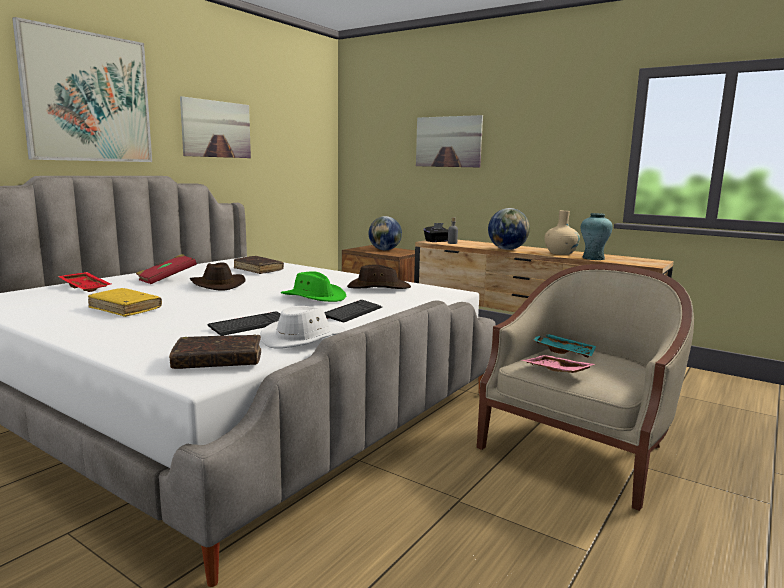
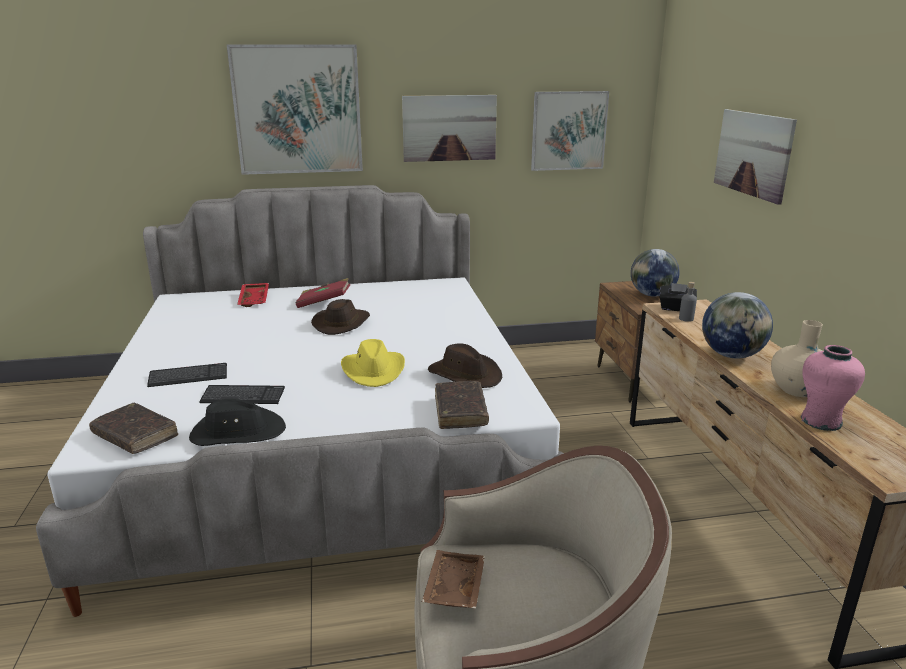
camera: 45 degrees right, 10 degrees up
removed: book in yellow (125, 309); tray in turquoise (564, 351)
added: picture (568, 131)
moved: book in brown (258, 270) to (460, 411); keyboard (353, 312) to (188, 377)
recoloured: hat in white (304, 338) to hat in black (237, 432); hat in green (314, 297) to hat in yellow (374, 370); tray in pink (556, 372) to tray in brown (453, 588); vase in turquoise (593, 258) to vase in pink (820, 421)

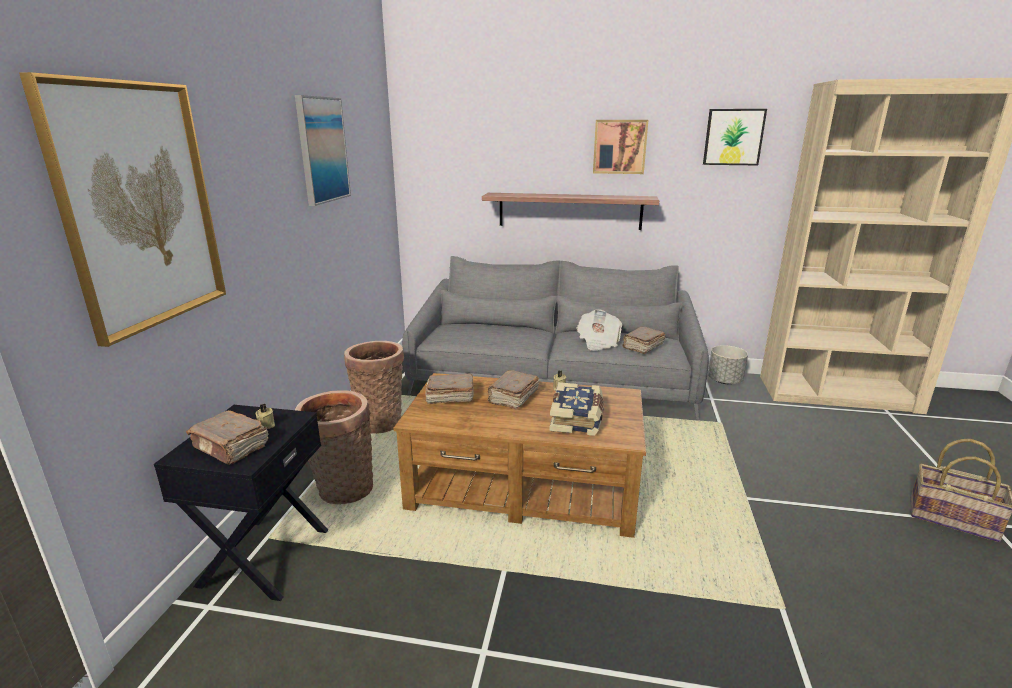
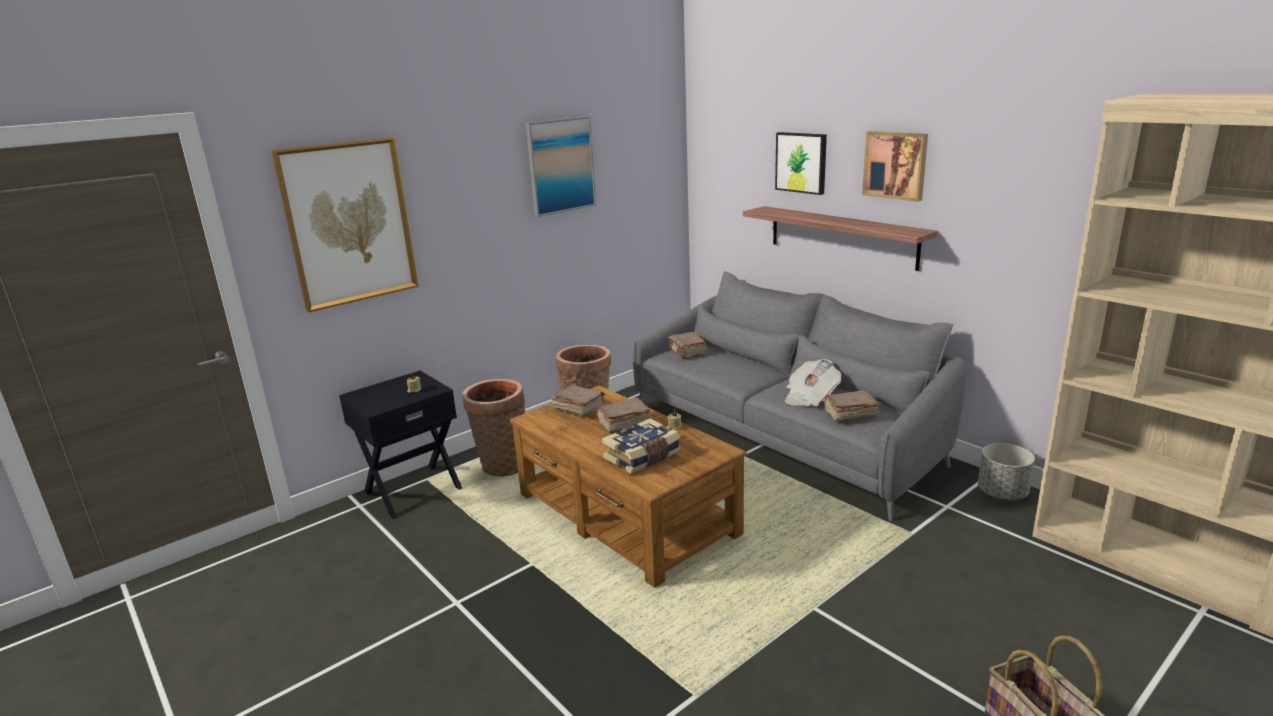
camera: 40 degrees right, 0 degrees up
moved: book in brown (231, 447) to (687, 352); picture (733, 137) to (801, 162)

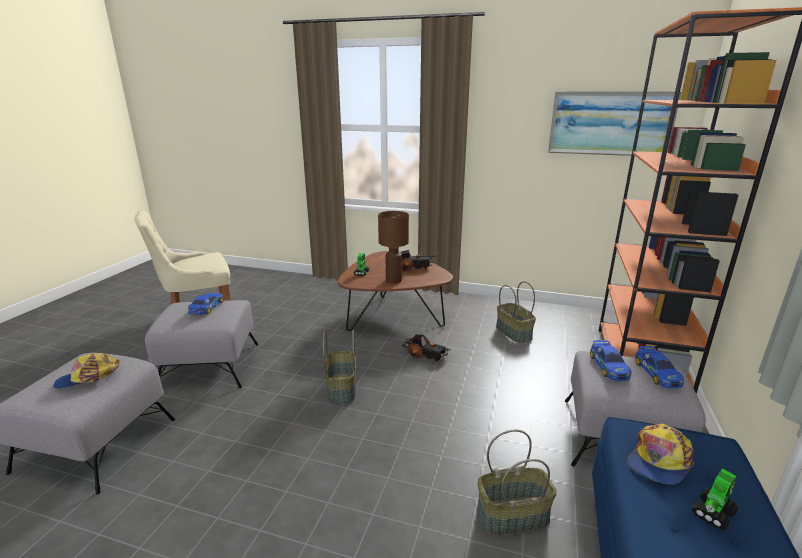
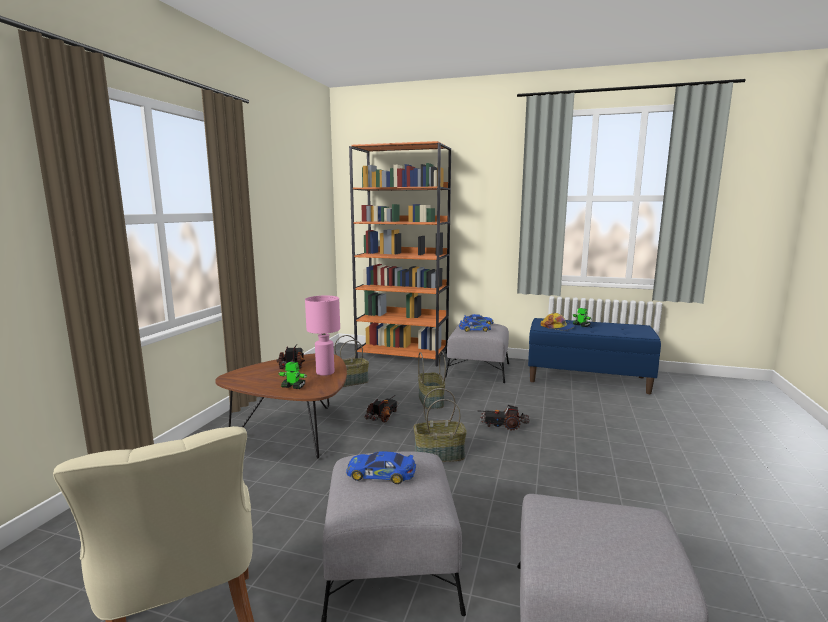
camera: 90 degrees left, 10 degrees down
removed: cap (88, 378); picture (610, 123)
added: toy truck (503, 425)
moved: basket (512, 515) to (430, 401)
recoloured: table lamp in brown (394, 280) to table lamp in pink (325, 372)

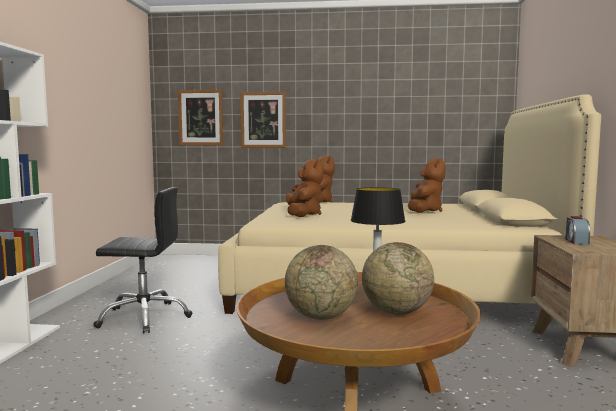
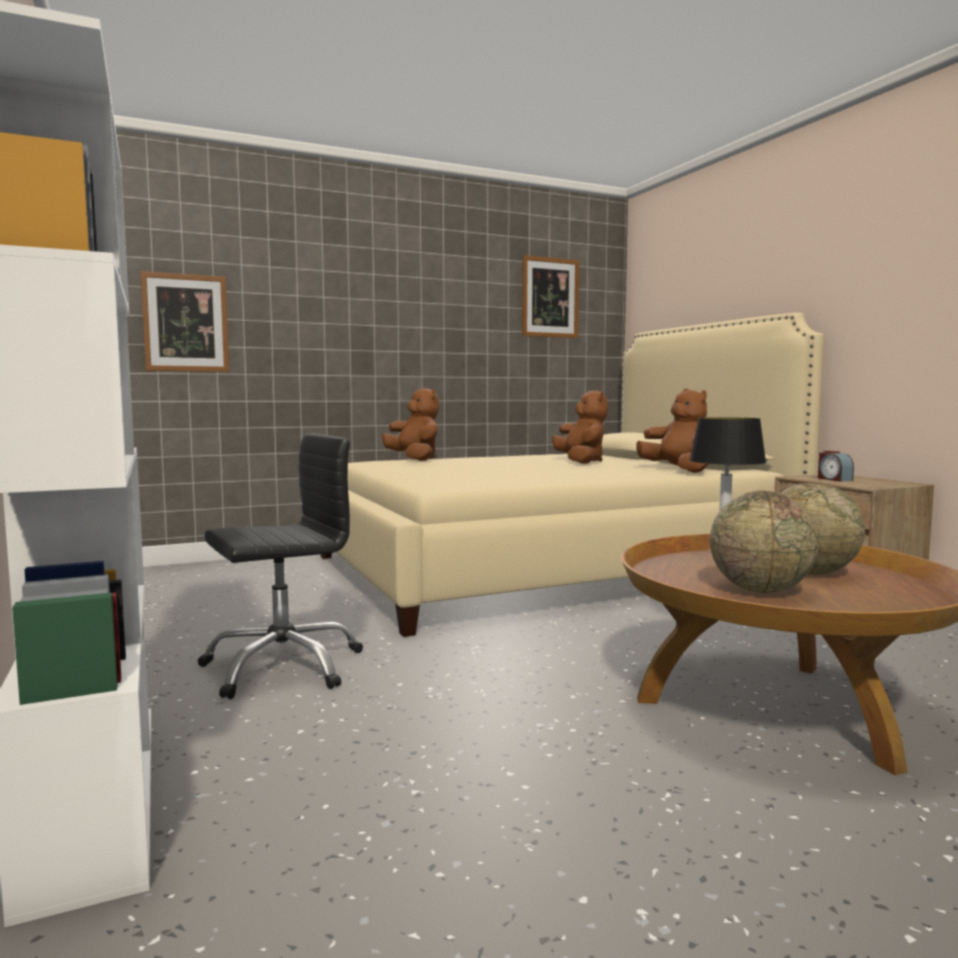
camera: 30 degrees left, 0 degrees up
moved: picture (263, 120) to (550, 298); plush toy in brown (303, 215) to (678, 470)

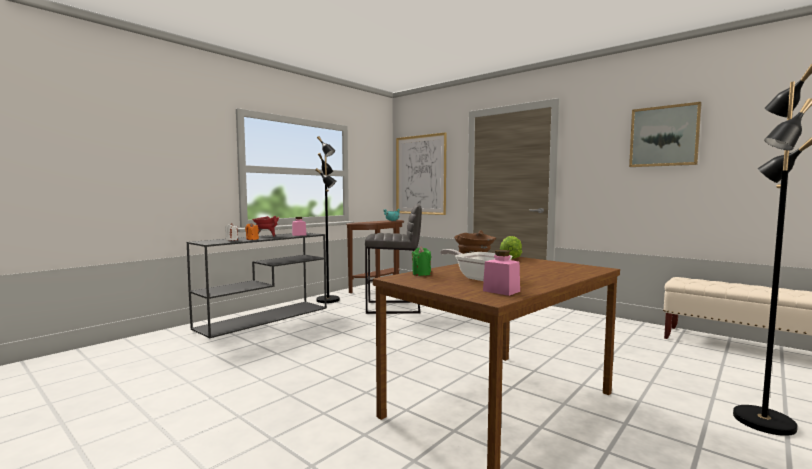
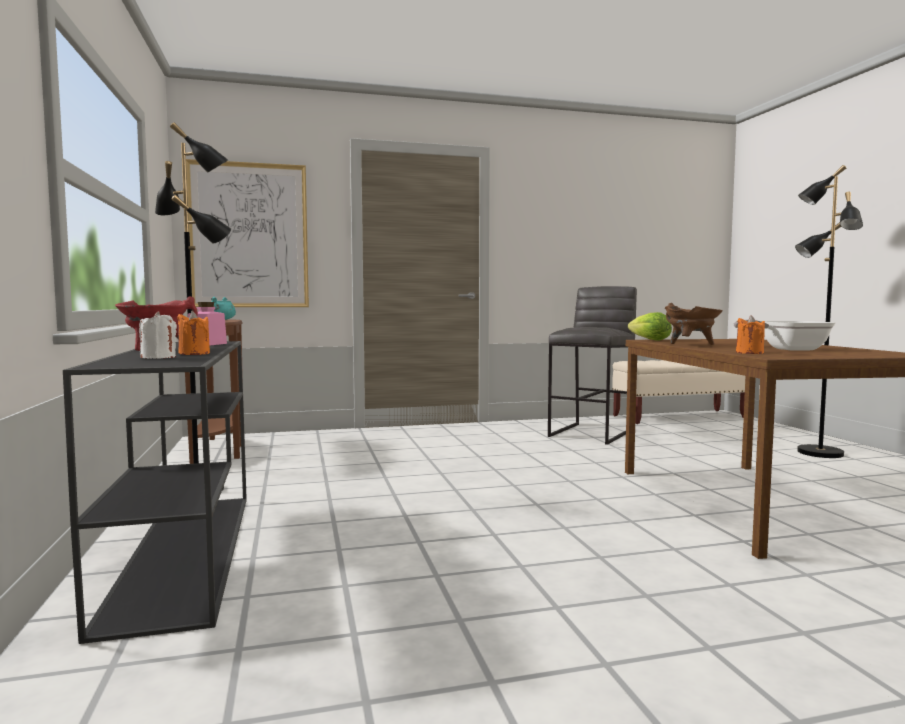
camera: 55 degrees left, 0 degrees up
removed: jar in pink (501, 291); picture (664, 136)
moved: stool in grey (393, 307) to (592, 433)
recoloured: candle in green (421, 274) to candle in orange (749, 353)

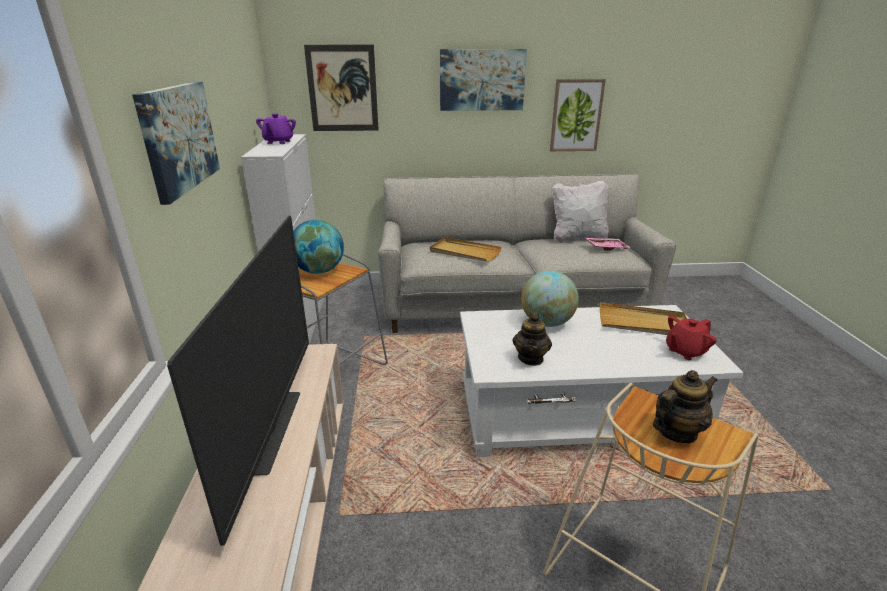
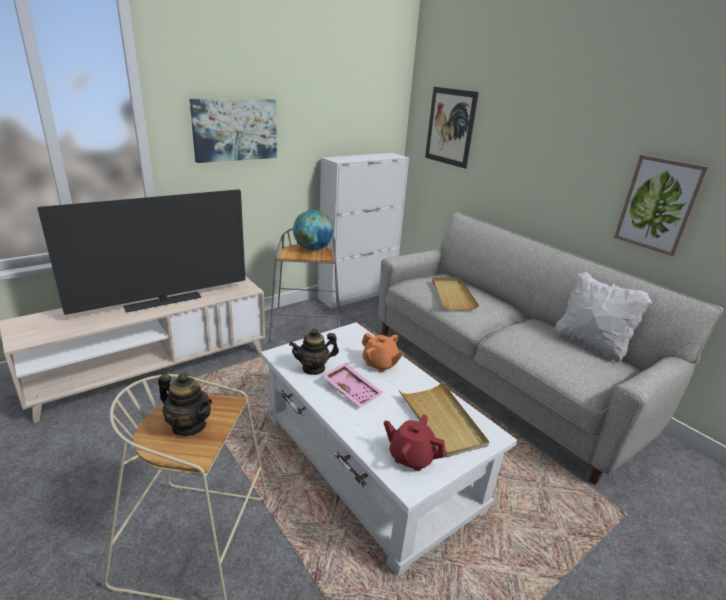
camera: 55 degrees right, 0 degrees up
removed: teapot in purple (278, 142); picture (482, 80)
moved: tray in pink (606, 248) to (352, 390)
replaced: globe (547, 323) to teapot in orange (380, 364)

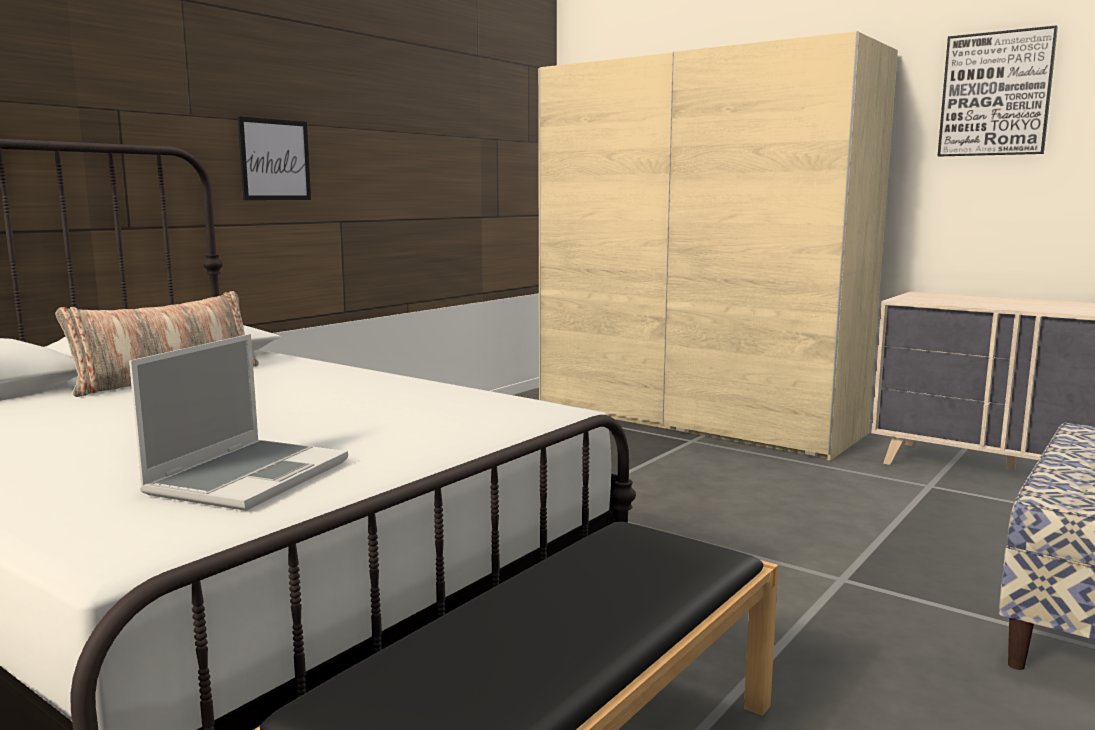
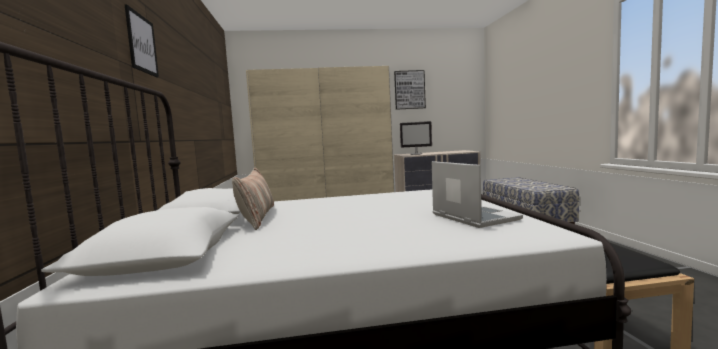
camera: 45 degrees left, 5 degrees down
added: monitor (416, 154)
moved: picture (275, 160) to (142, 44)

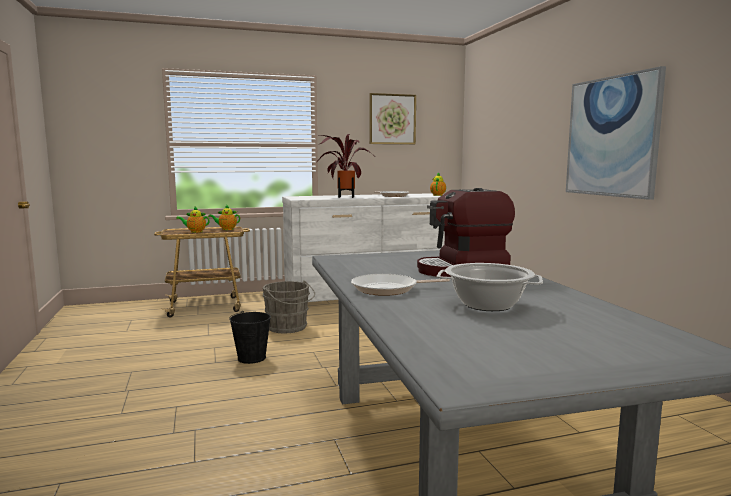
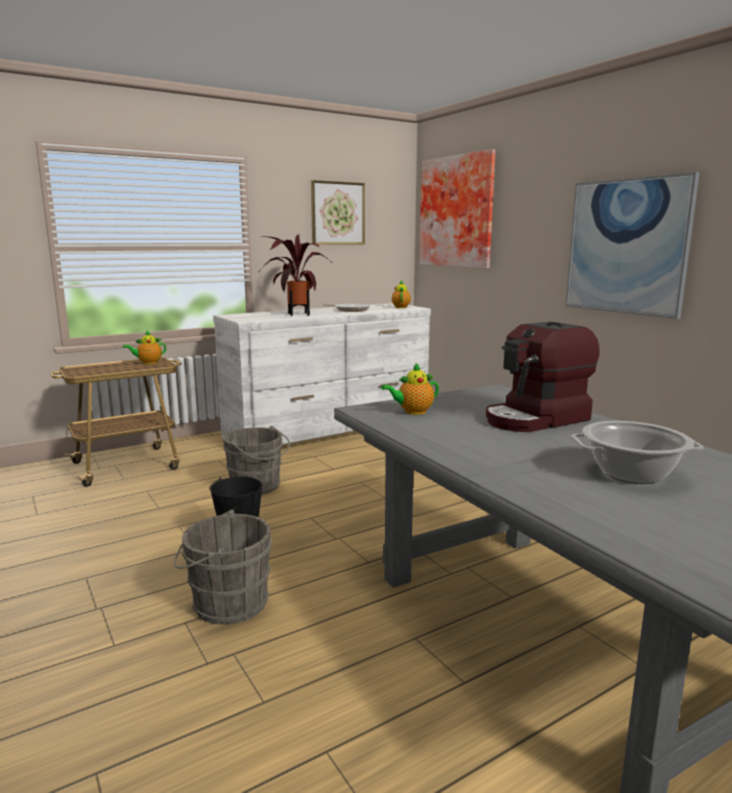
camera: 15 degrees left, 5 degrees up
removed: frying pan (388, 289)
added: bucket in grey (226, 603); picture (458, 212)
moved: teapot (195, 231) to (412, 412)

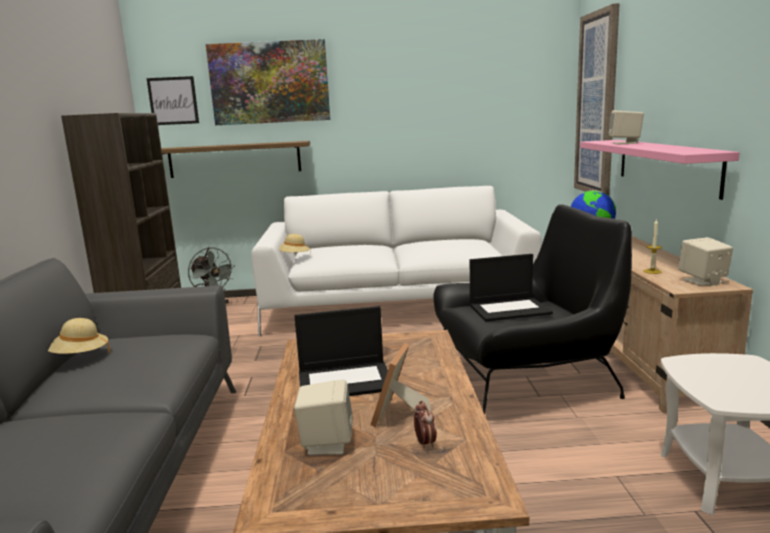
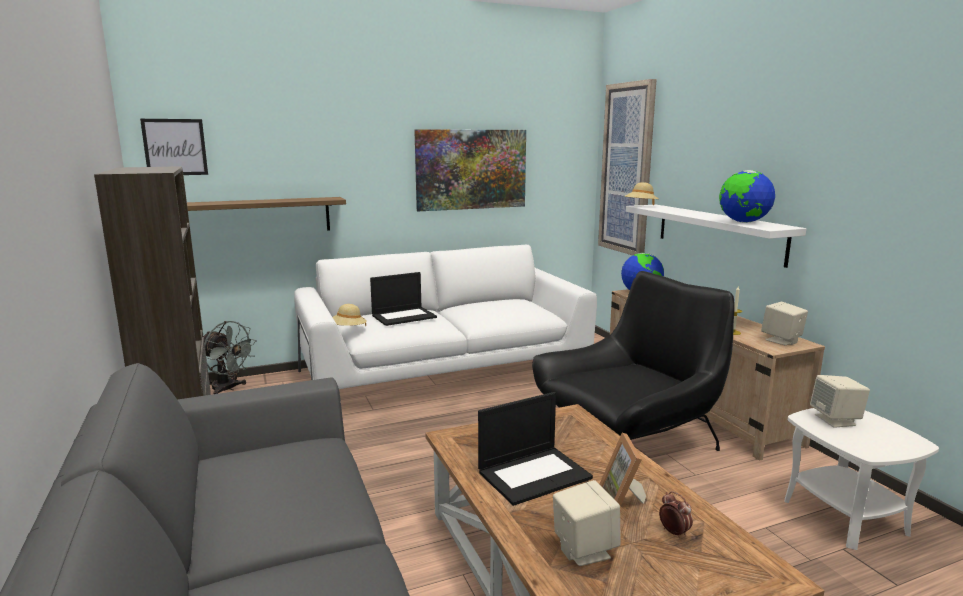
camera: 20 degrees left, 0 degrees up
added: globe (743, 222)
moved: hat in beige (80, 356) to (641, 206); picture (269, 83) to (471, 169); laptop (510, 309) to (404, 316); speaker in beige (624, 143) to (836, 420)
recoloured: shelf in pink (666, 165) to shelf in white (718, 233)

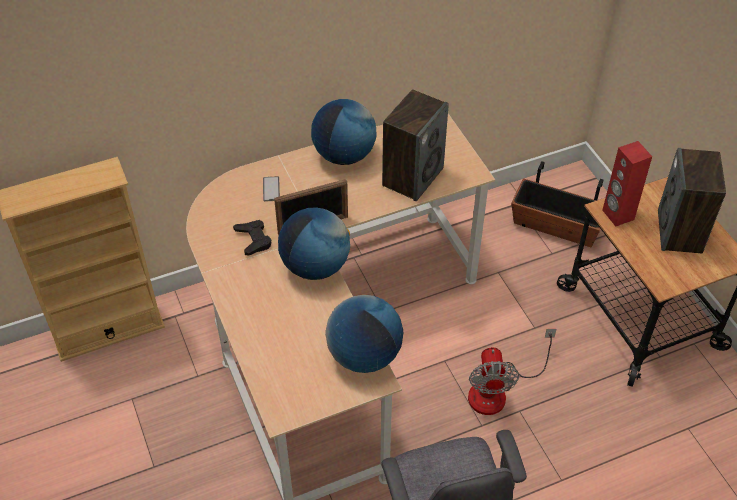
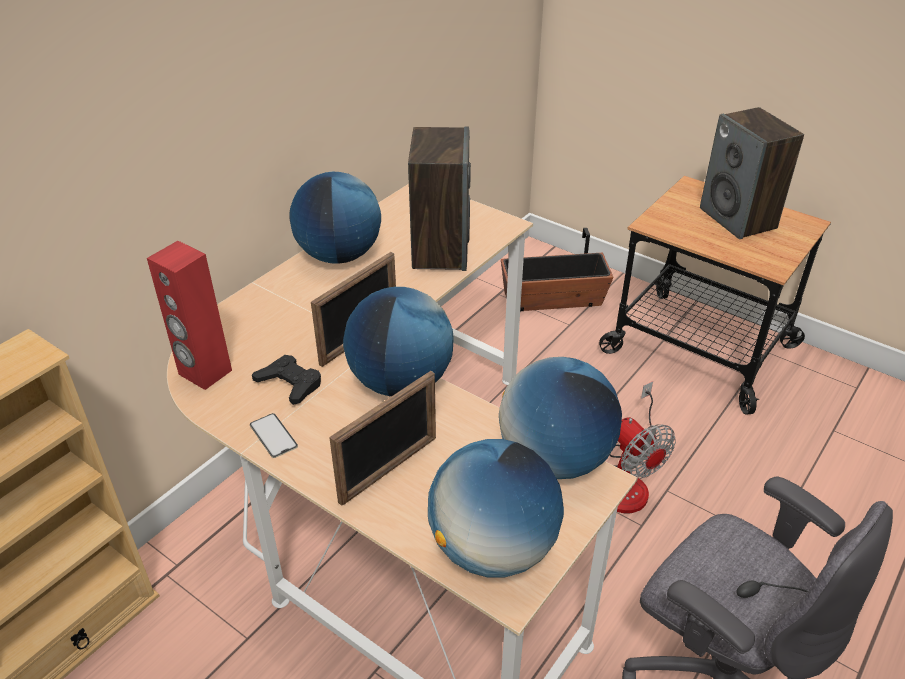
camera: 30 degrees left, 10 degrees down
added: picture frame (389, 469); globe (493, 549)
moved: phone (271, 189) to (273, 435); speaker in red (617, 215) to (204, 373)

